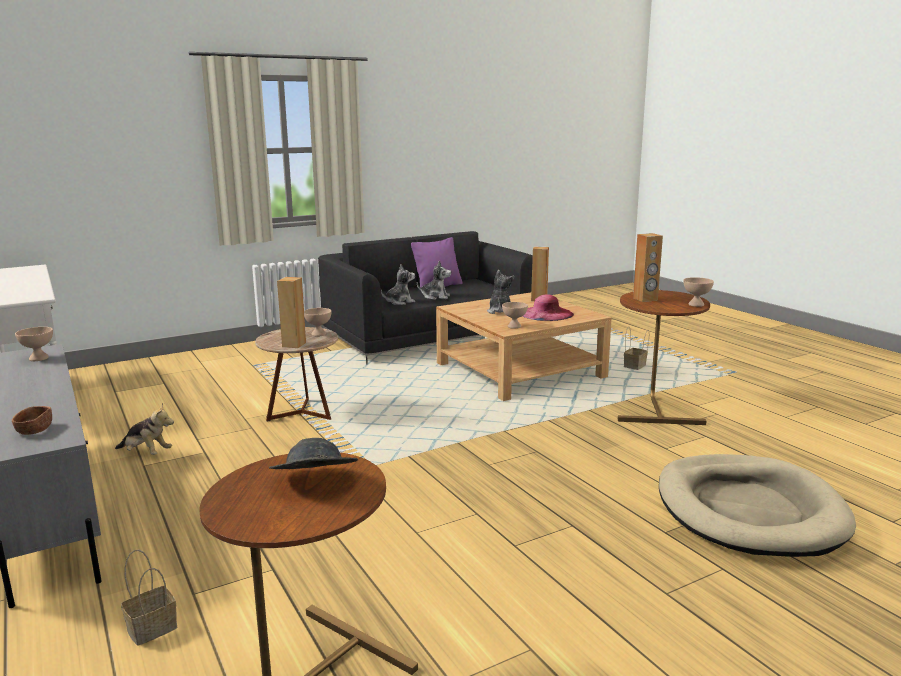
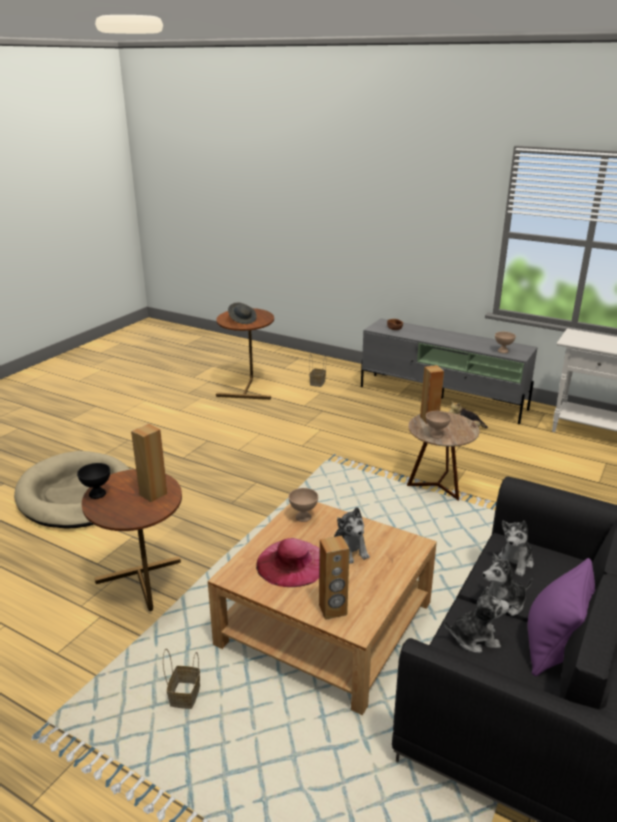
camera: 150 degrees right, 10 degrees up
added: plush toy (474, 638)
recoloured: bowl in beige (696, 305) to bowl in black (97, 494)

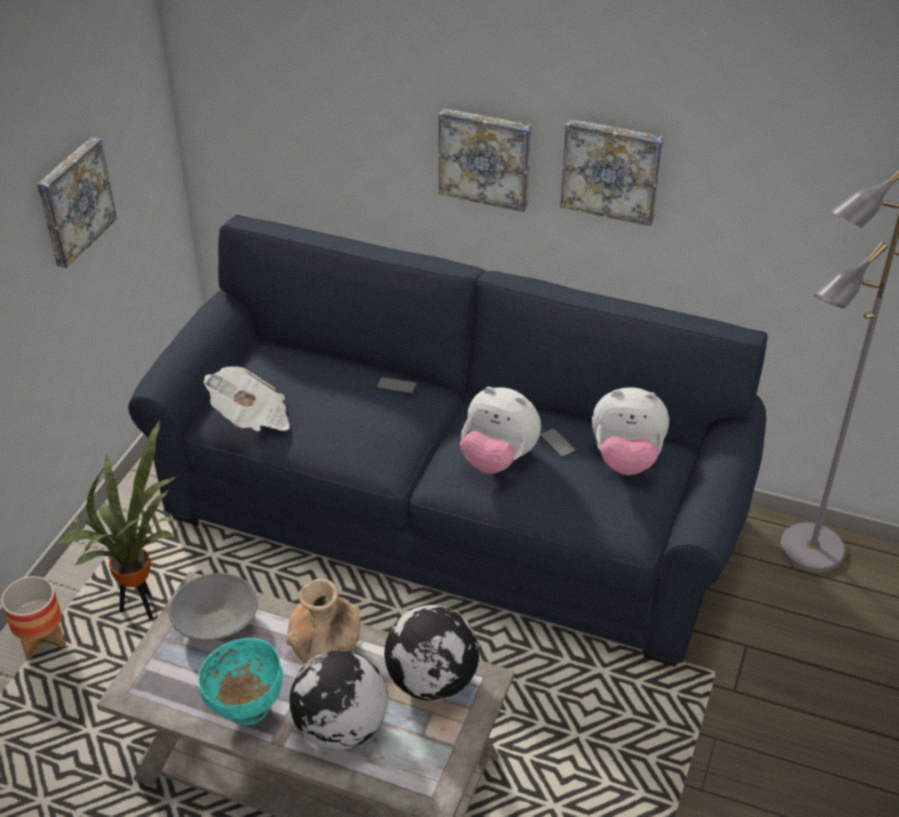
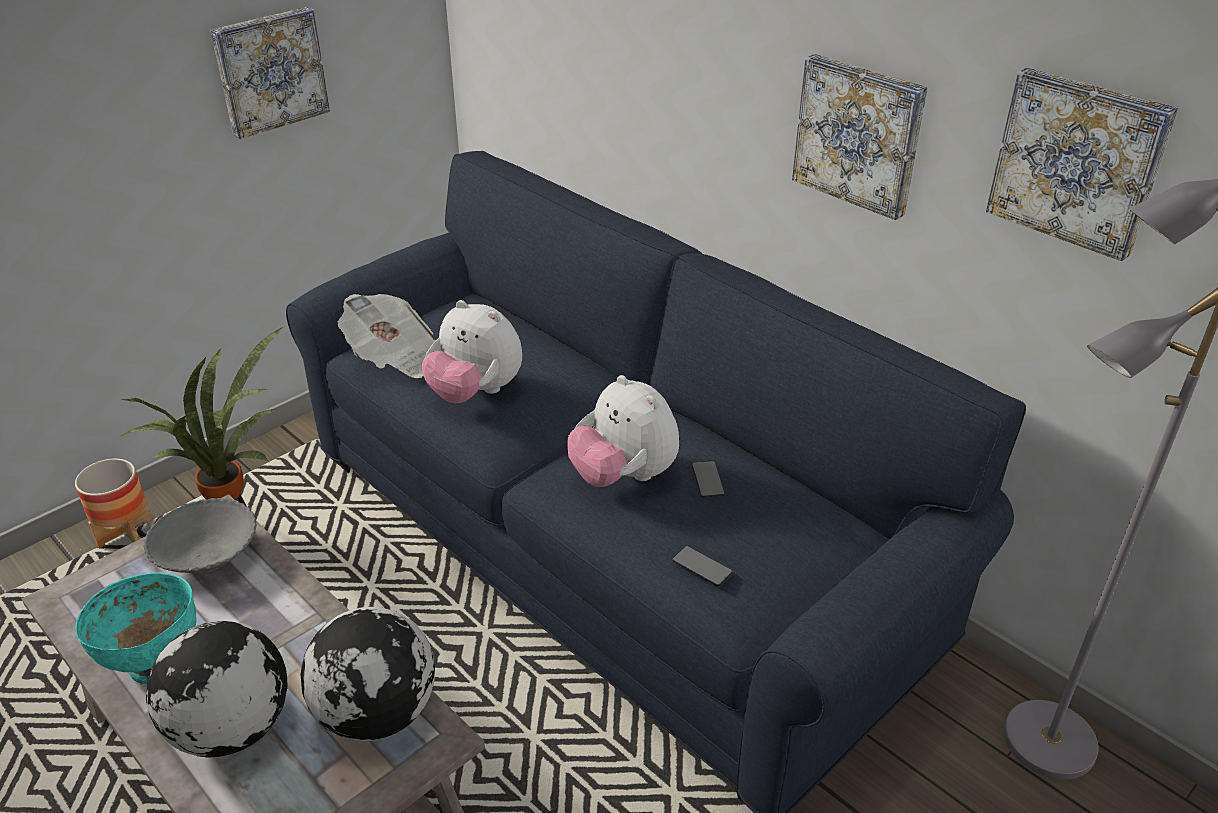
camera: 25 degrees right, 5 degrees down
removed: vase in brown (325, 650)
moved: phone (396, 386) to (702, 567); picture (485, 157) to (1079, 161); plush toy (626, 459) to (475, 393)

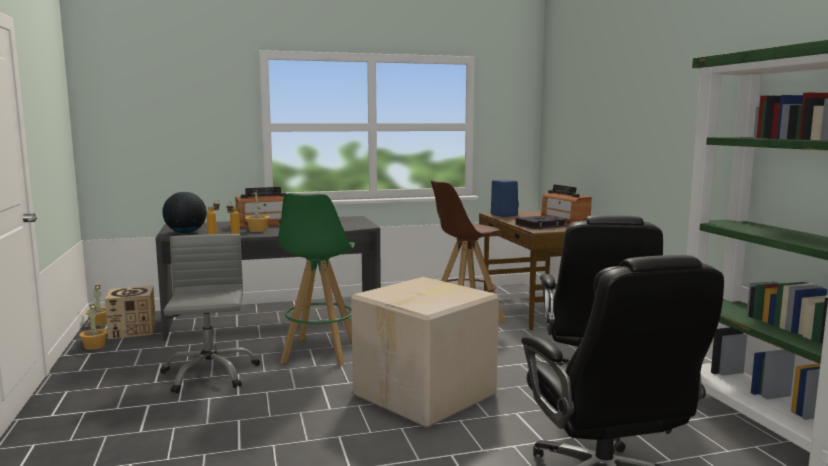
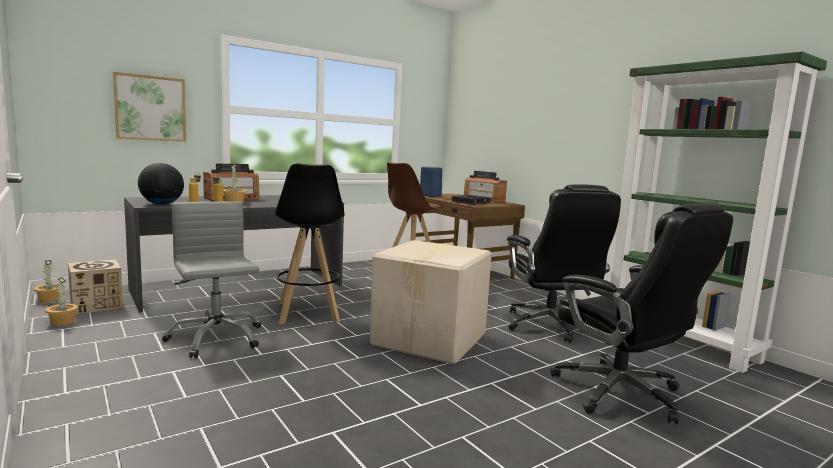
camera: 20 degrees left, 0 degrees up
added: picture (150, 108)
recoloured: stool in green (319, 352) to stool in black (308, 312)

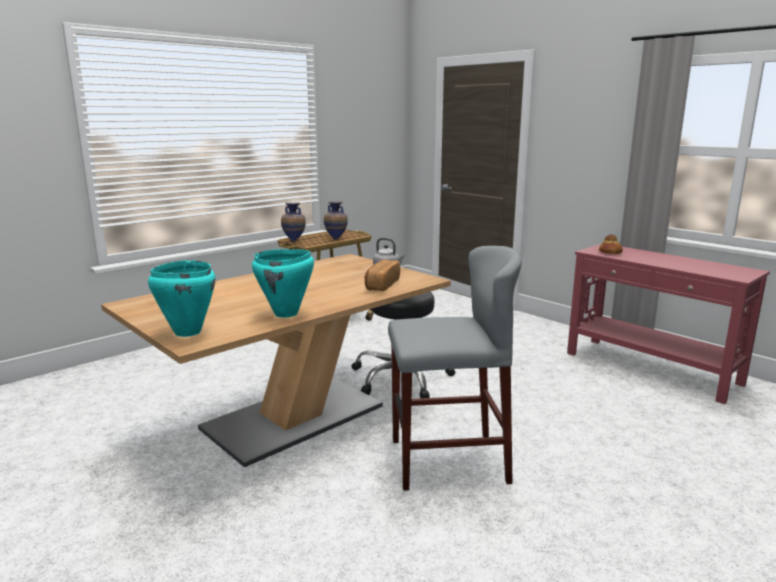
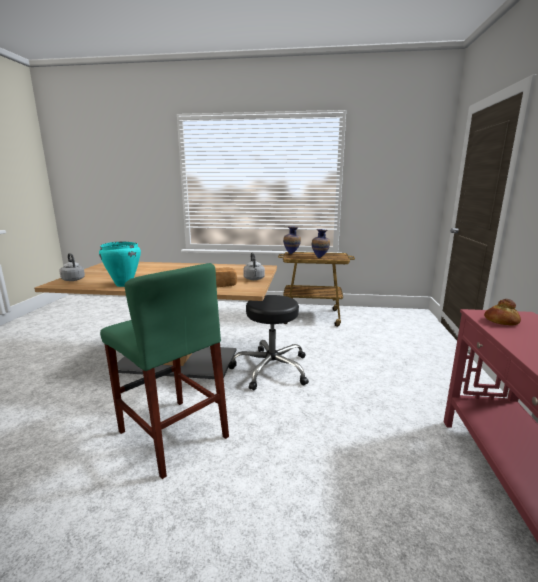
camera: 50 degrees right, 0 degrees up
replaced: cooking pot in turquoise (187, 332) to kettle in grey (73, 279)
recoloured: stool in grey (448, 461) to stool in green (172, 434)

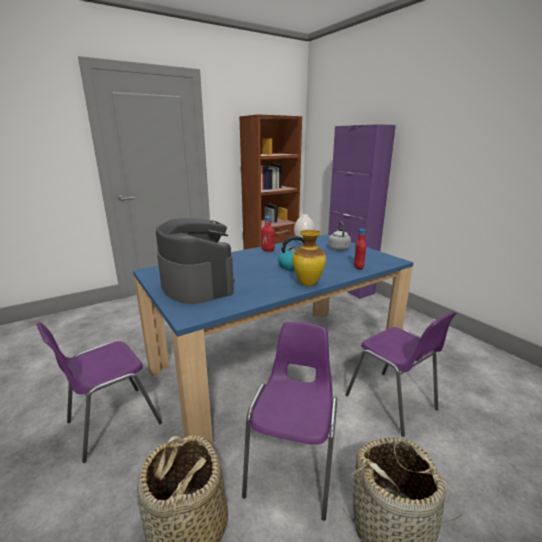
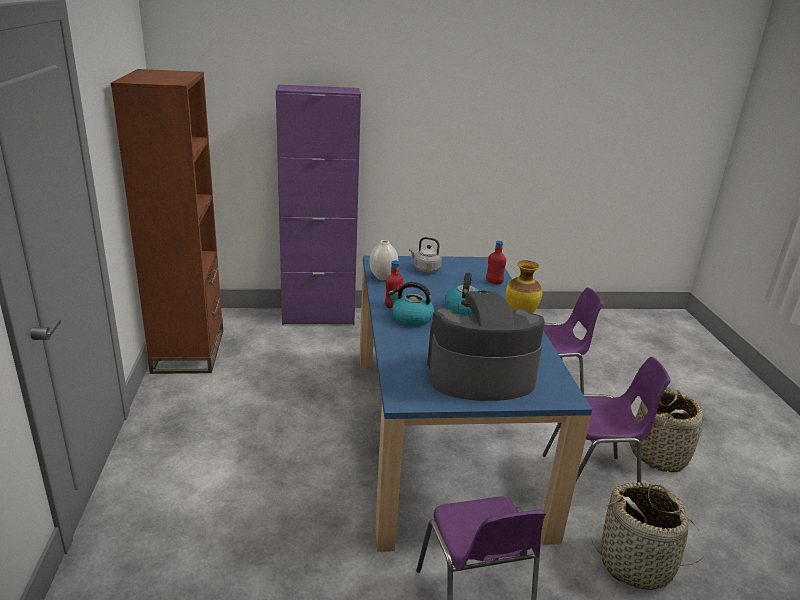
camera: 65 degrees left, 5 degrees up
added: kettle (411, 318)
turned: chair in purple (293, 466) = (592, 479) 135 degrees clockwise

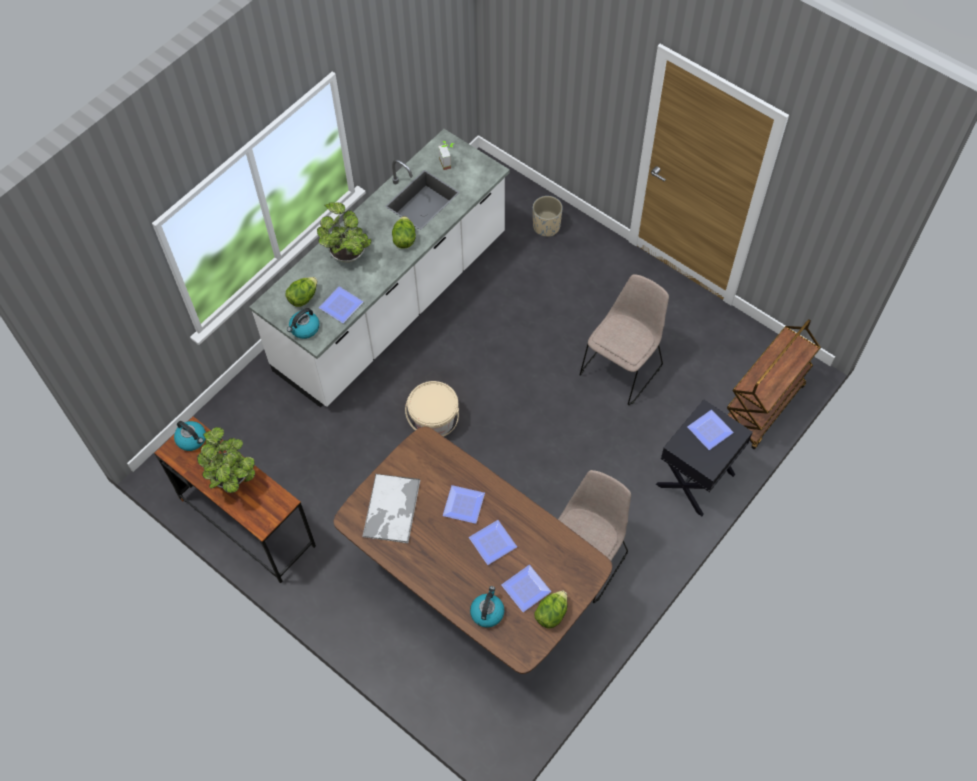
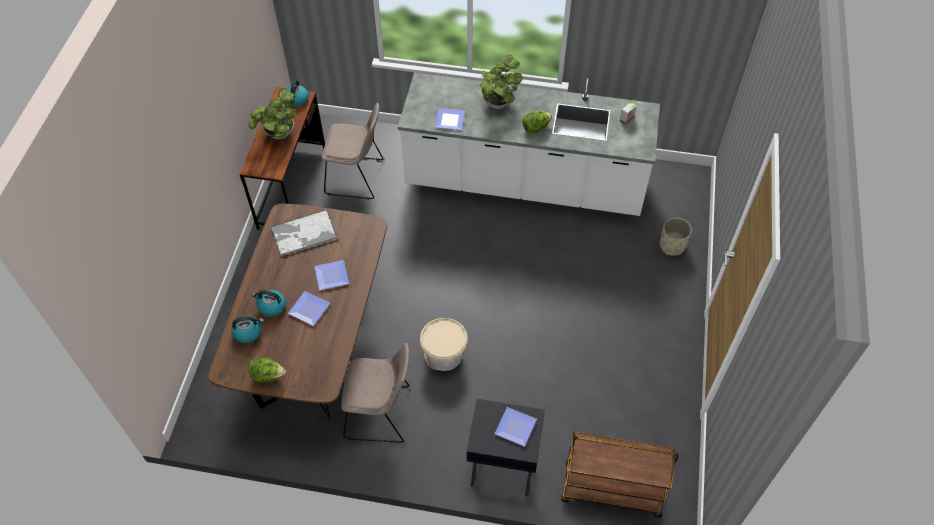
camera: 60 degrees right, 5 degrees down
removed: lettuce (303, 297); plate (525, 591)
moved: kettle (304, 329) to (271, 307); bucket in beige (434, 421) to (444, 355); chair in beige (622, 368) to (357, 177)

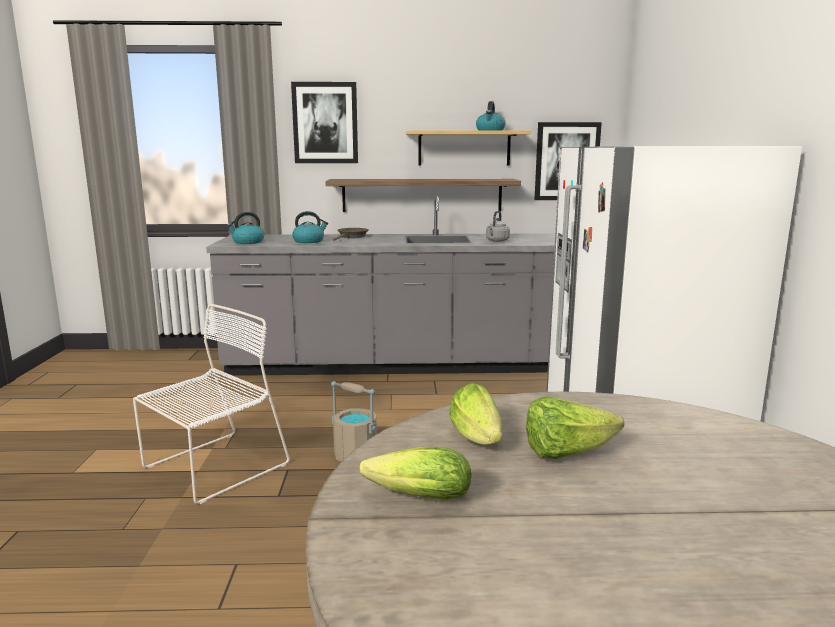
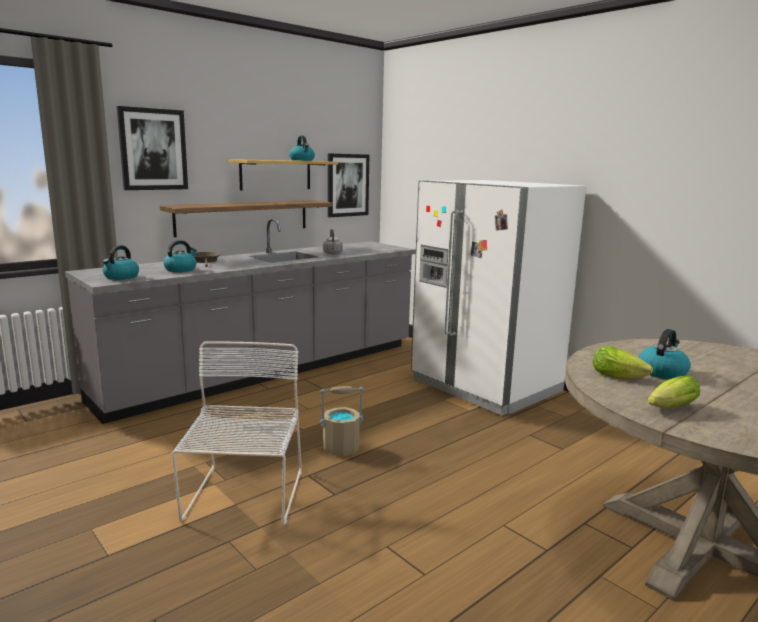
camera: 40 degrees left, 0 degrees up
replaced: lettuce (566, 453) to kettle (662, 372)

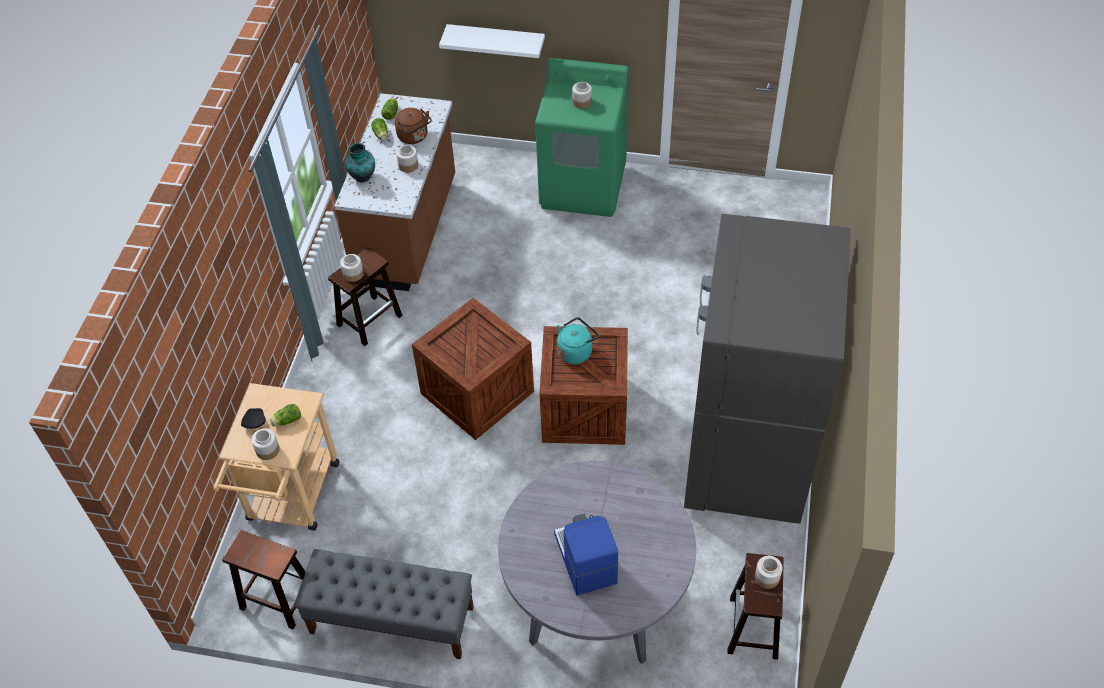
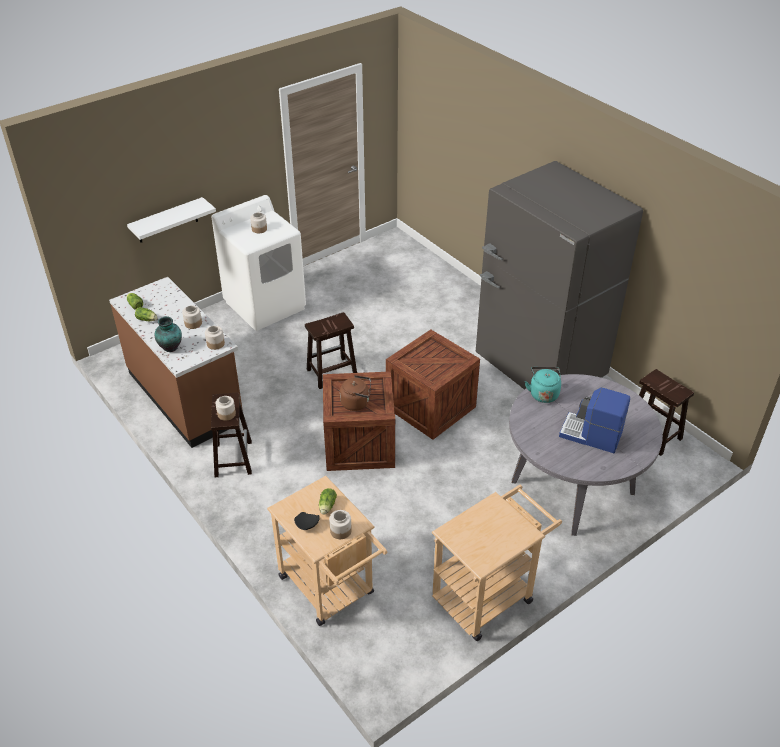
camera: 50 degrees left, 10 degrees down
moved: stool in brown (277, 598) to (331, 373); kettle in brown (414, 137) to (357, 403); kettle in turquoise (576, 351) to (543, 393); jar (767, 577) to (216, 344)
replaced: bench in grey (391, 620) to cart in beige (489, 594)
recoloured: washing machine in green (583, 187) to washing machine in white (265, 305)

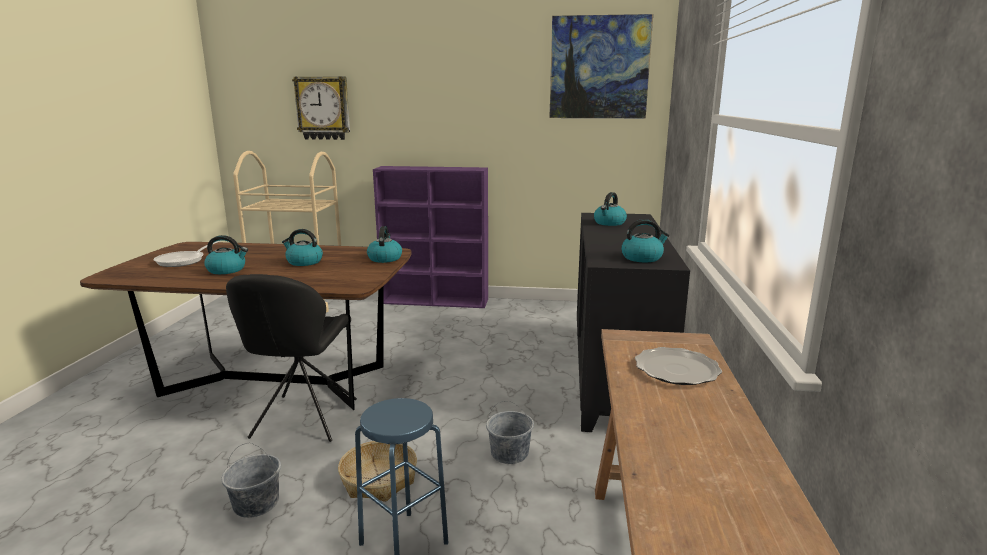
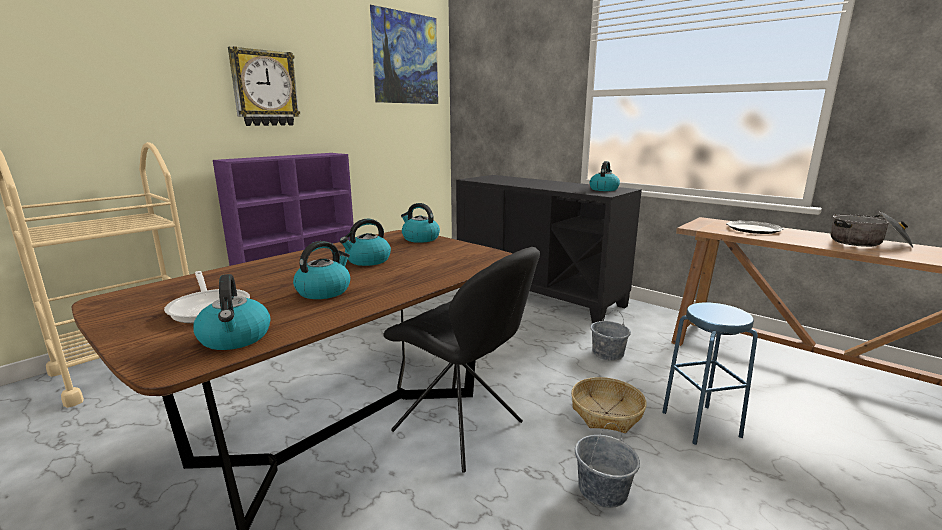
camera: 55 degrees left, 0 degrees up
added: cooking pot (868, 243)
moved: wall clock (323, 108) to (264, 88); kettle (609, 223) to (235, 338)

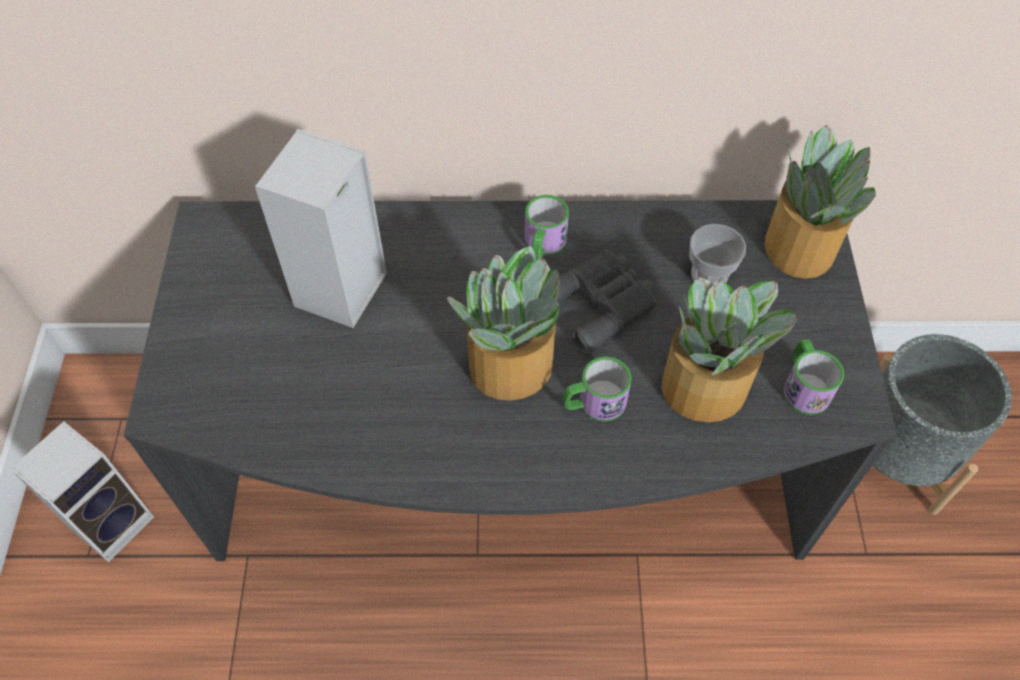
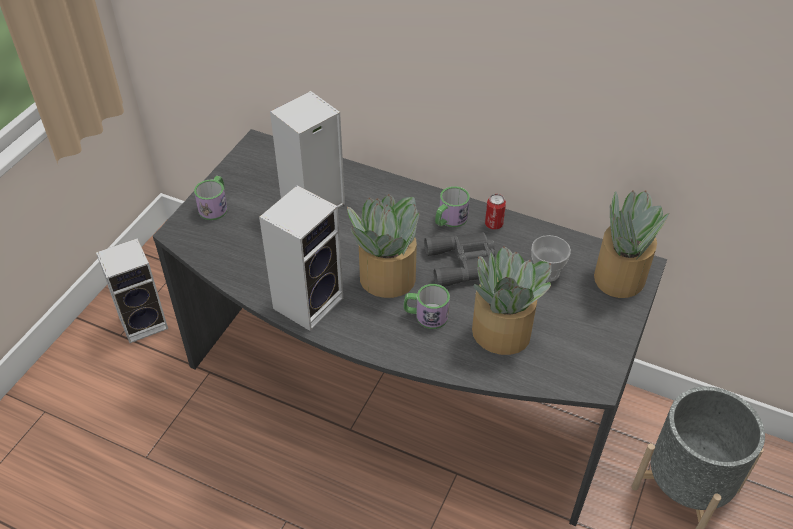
camera: 25 degrees right, 10 degrees down
added: speaker (309, 301); can (493, 224)
moved: mug (804, 386) to (215, 206)

